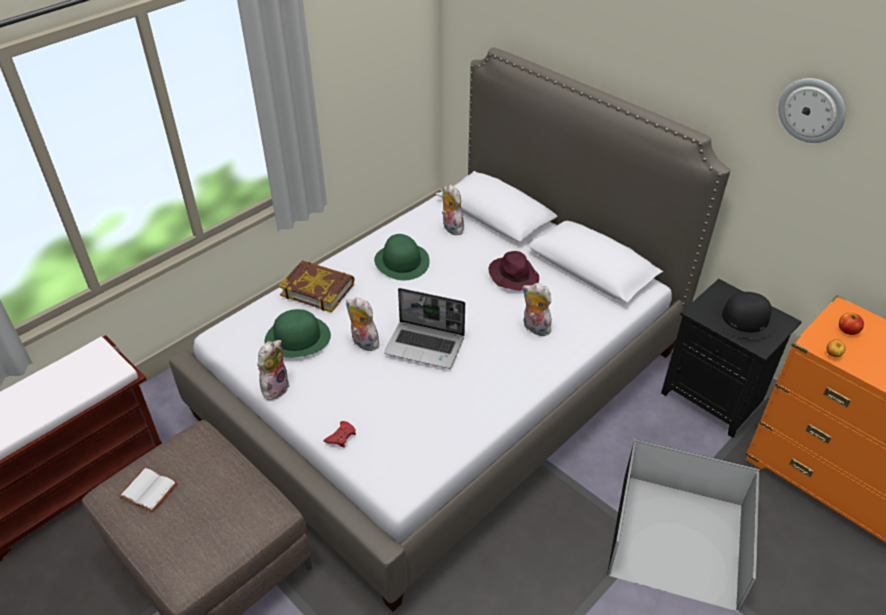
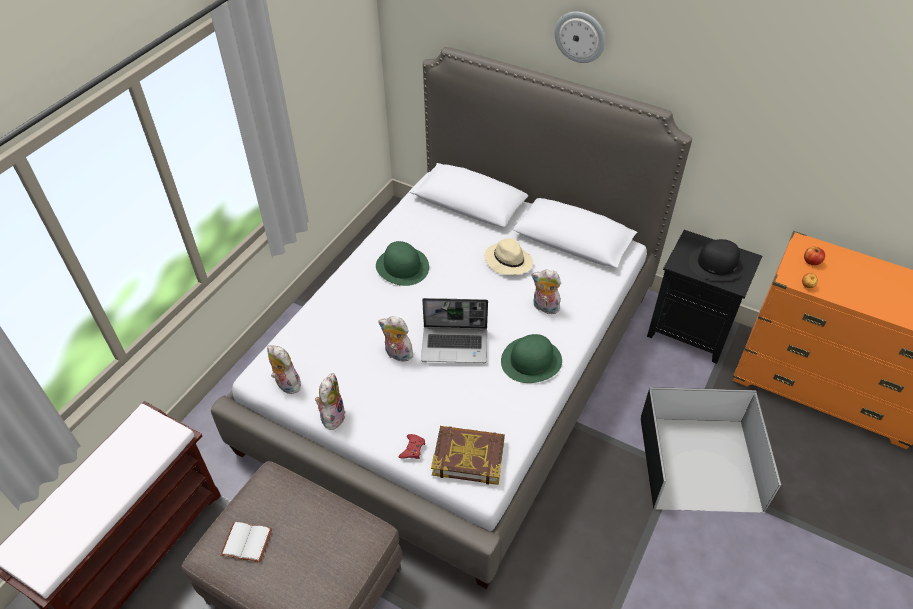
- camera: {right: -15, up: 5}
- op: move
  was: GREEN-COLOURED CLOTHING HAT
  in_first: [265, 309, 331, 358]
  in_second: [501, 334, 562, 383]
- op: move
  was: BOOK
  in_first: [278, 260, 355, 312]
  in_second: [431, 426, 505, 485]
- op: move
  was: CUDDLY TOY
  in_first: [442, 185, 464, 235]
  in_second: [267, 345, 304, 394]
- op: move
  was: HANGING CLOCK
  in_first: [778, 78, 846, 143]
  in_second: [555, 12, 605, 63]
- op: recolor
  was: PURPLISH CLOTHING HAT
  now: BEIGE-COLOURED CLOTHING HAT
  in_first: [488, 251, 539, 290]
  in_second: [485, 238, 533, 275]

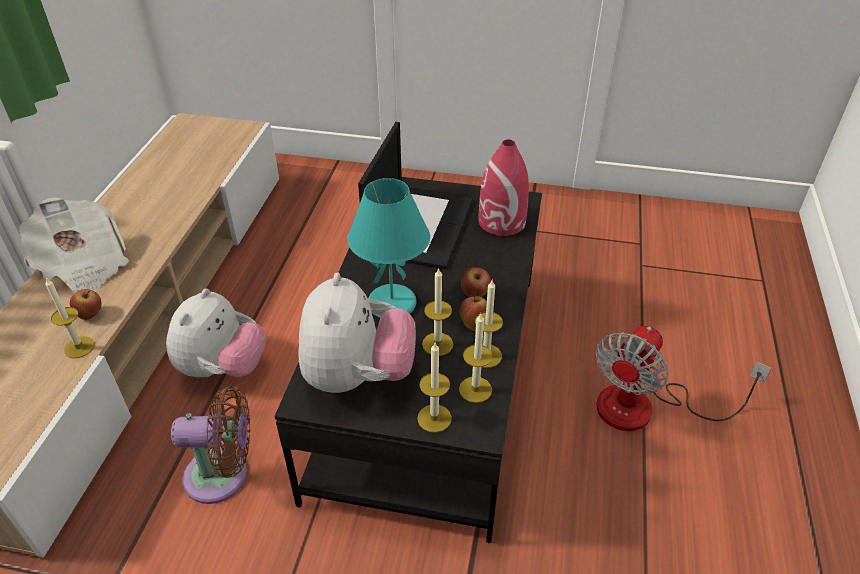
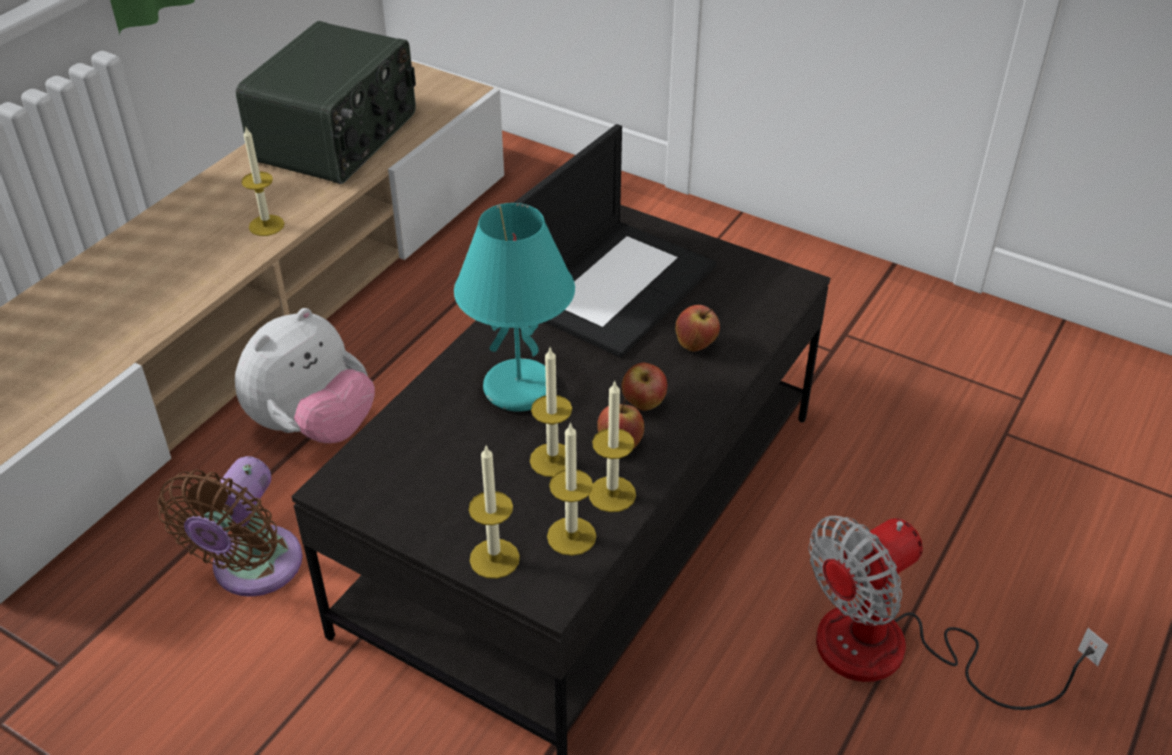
- camera: {right: 20, up: 0}
- op: delete
  was: NEWSPAPER
  in_first: [19, 197, 129, 293]
- op: delete
  was: CUDDLY TOY
  in_first: [299, 273, 416, 393]
- op: delete
  was: REDDISH VASE
  in_first: [479, 140, 529, 236]
- op: insert
  now: RADIO
  in_second: [236, 21, 416, 184]
- op: move
  was: CANDLE
  in_first: [45, 278, 95, 358]
  in_second: [242, 128, 285, 236]
- op: move
  was: APPLE
  in_first: [70, 289, 101, 320]
  in_second: [675, 305, 720, 352]
- op: rotate
  was: BROWNISH FAN
  in_first: [171, 386, 250, 504]
  in_second: [157, 456, 303, 597]
  clockwise: 90

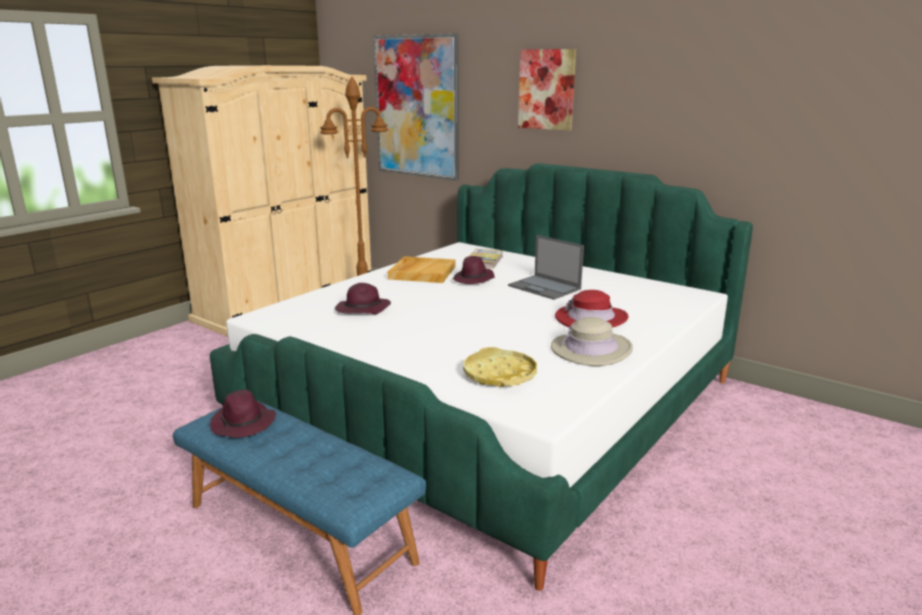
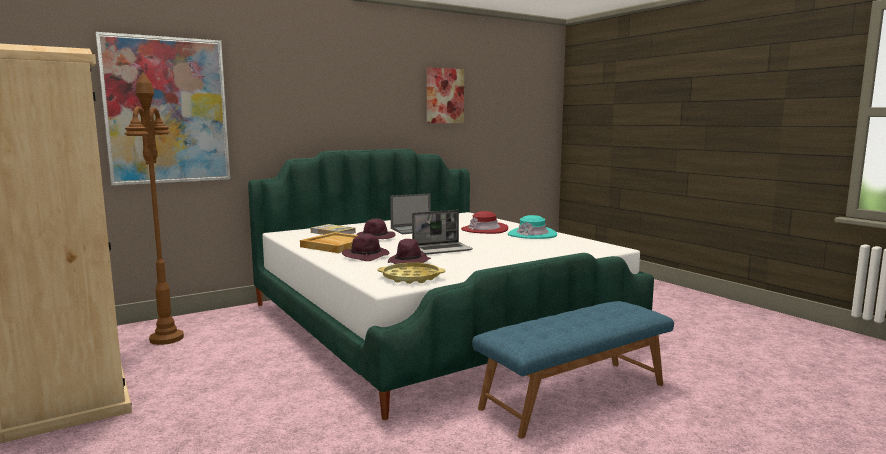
- camera: {right: -70, up: -10}
- op: insert
  now: NOTEBOOK COMPUTER
  in_second: [412, 210, 473, 255]
- op: move
  was: PURPLISH CLOTHING HAT
  in_first: [210, 390, 276, 438]
  in_second: [342, 234, 389, 261]
- op: move
  was: YELLOW TRAY
  in_first: [463, 347, 537, 387]
  in_second: [378, 263, 445, 284]
- op: move
  was: WALL ART
  in_first: [518, 49, 576, 131]
  in_second: [427, 67, 464, 123]
- op: recolor
  was: BEIGE-COLOURED CLOTHING HAT
  now: TURQUOISE CLOTHING HAT
  in_first: [551, 317, 633, 366]
  in_second: [508, 215, 557, 239]

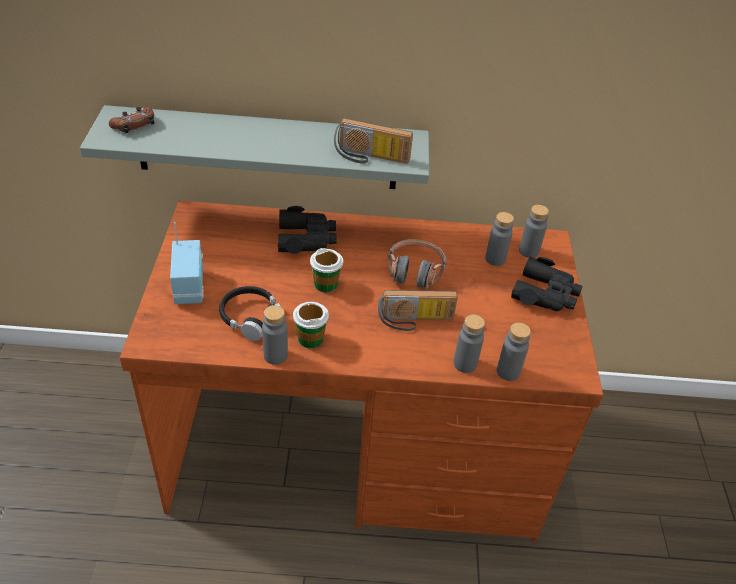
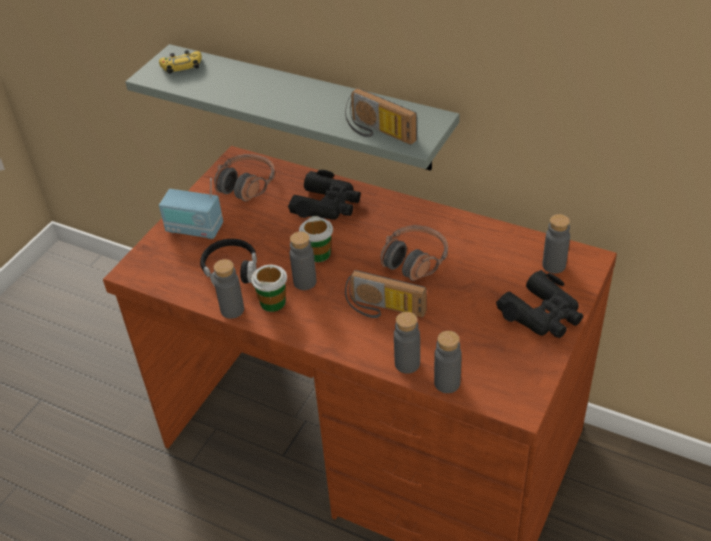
- camera: {right: 30, up: 0}
- op: insert
  now: HEADSET
  in_second: [214, 154, 275, 201]
- op: move
  was: GREY BOTTLE
  in_first: [485, 212, 514, 266]
  in_second: [290, 232, 317, 290]
- op: recolor
  was: BROWNISH GAME CONTROLLER
  now: YELLOW GAME CONTROLLER
  in_first: [109, 107, 155, 133]
  in_second: [159, 50, 202, 74]
- op: rotate
  was: RADIO
  in_first: [170, 222, 204, 304]
  in_second: [159, 178, 223, 239]
  clockwise: 90

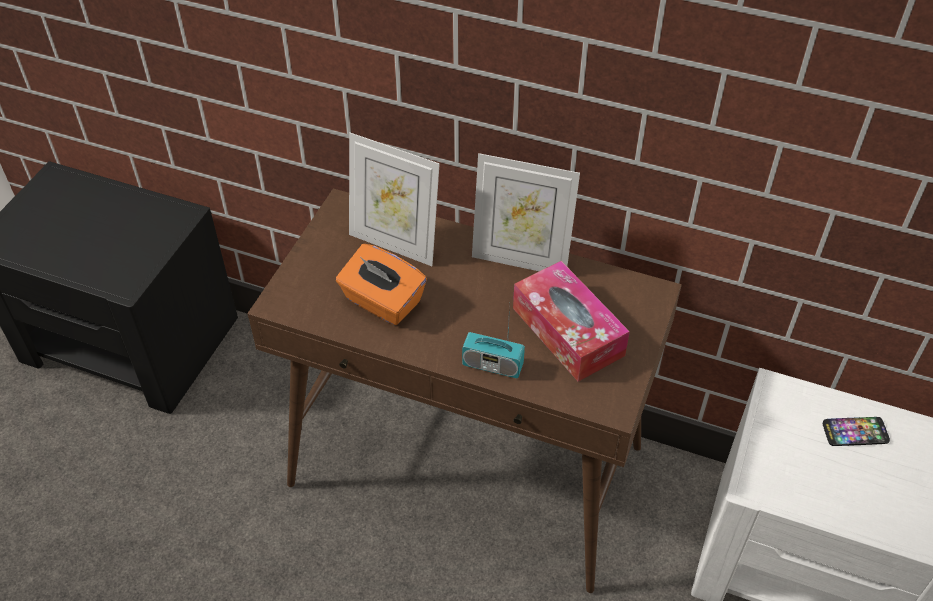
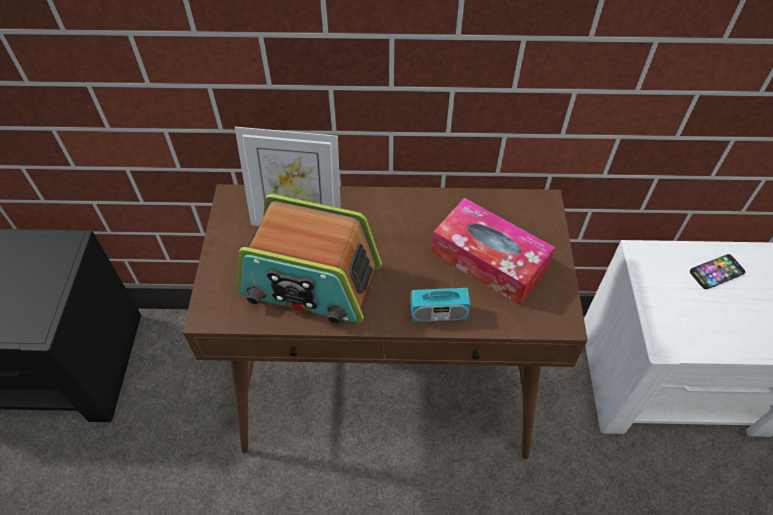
- camera: {right: -20, up: 5}
- op: delete
  was: PICTURE FRAME
  in_first: [472, 153, 580, 271]
- op: replace
  was: ORANGE TISSUE BOX
  now: RADIO
  in_first: [336, 244, 427, 325]
  in_second: [237, 194, 382, 324]

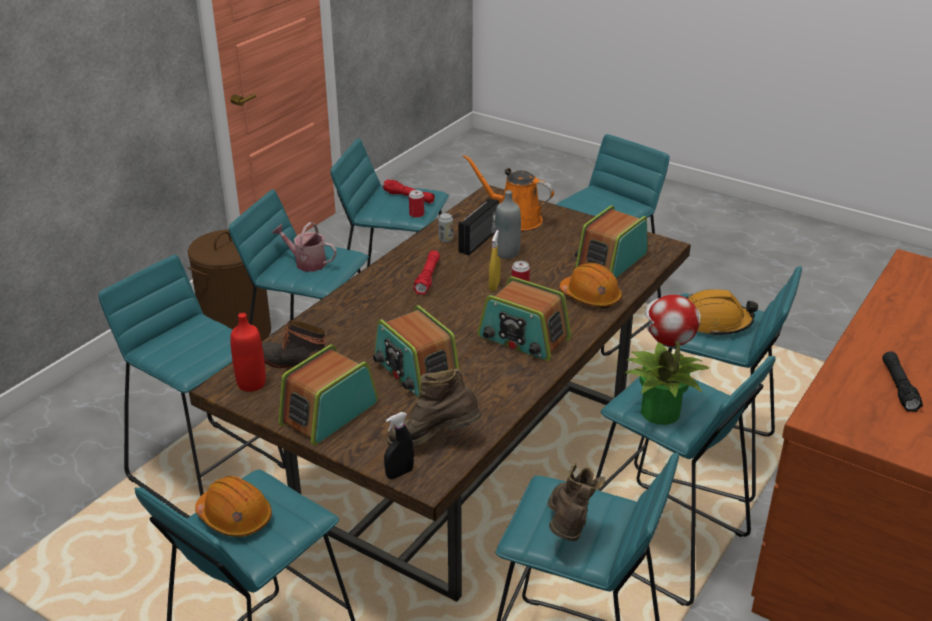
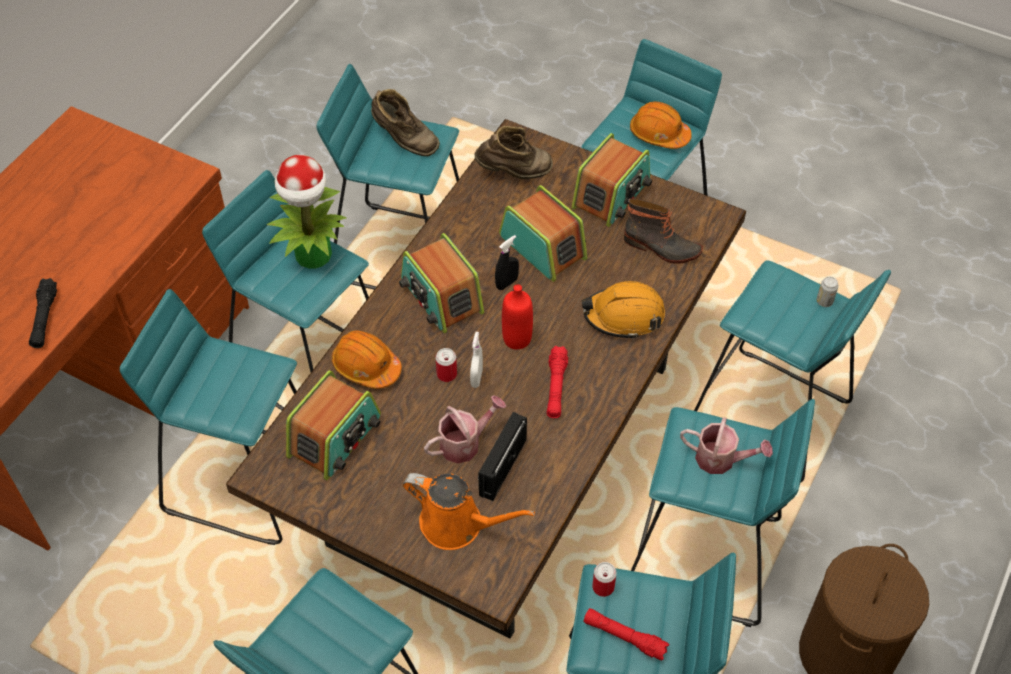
- camera: {right: 175, up: 20}
- op: move
  was: REDDISH BOTTLE
  in_first: [230, 313, 266, 392]
  in_second: [502, 284, 533, 349]
- op: move
  was: BLACKISH SPRAYER
  in_first: [384, 412, 414, 479]
  in_second: [495, 235, 519, 290]
- op: move
  was: SEALED CAN
  in_first: [438, 213, 453, 242]
  in_second: [817, 277, 839, 307]
- op: move
  was: ORANGE WORK HELMET
  in_first: [685, 289, 758, 337]
  in_second: [582, 281, 665, 339]
- op: move
  was: BLACKISH TORCH
  in_first: [882, 351, 923, 412]
  in_second: [29, 278, 57, 348]
- op: replace
  was: GREY BOTTLE
  now: WATERING CAN
  in_first: [494, 190, 521, 259]
  in_second: [424, 395, 507, 464]
- op: recolor
  was: YELLOW SPRAYER
  now: WHITE SPRAYER
  in_first: [489, 230, 501, 291]
  in_second: [470, 332, 483, 388]
- op: rotate
  was: RADIO
  in_first: [477, 276, 571, 361]
  in_second: [399, 233, 484, 333]
  clockwise: -150
- op: rotate
  was: BROWNISH HIGH-TOP BOOT
  in_first: [548, 463, 606, 541]
  in_second: [371, 89, 440, 156]
  clockwise: -60

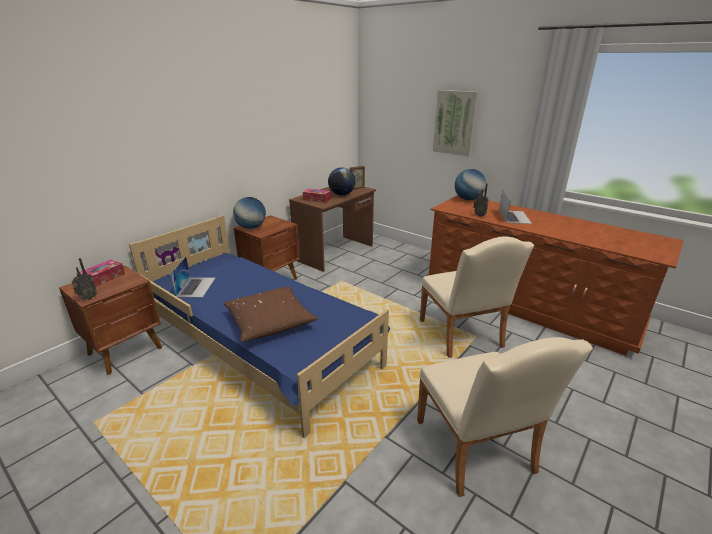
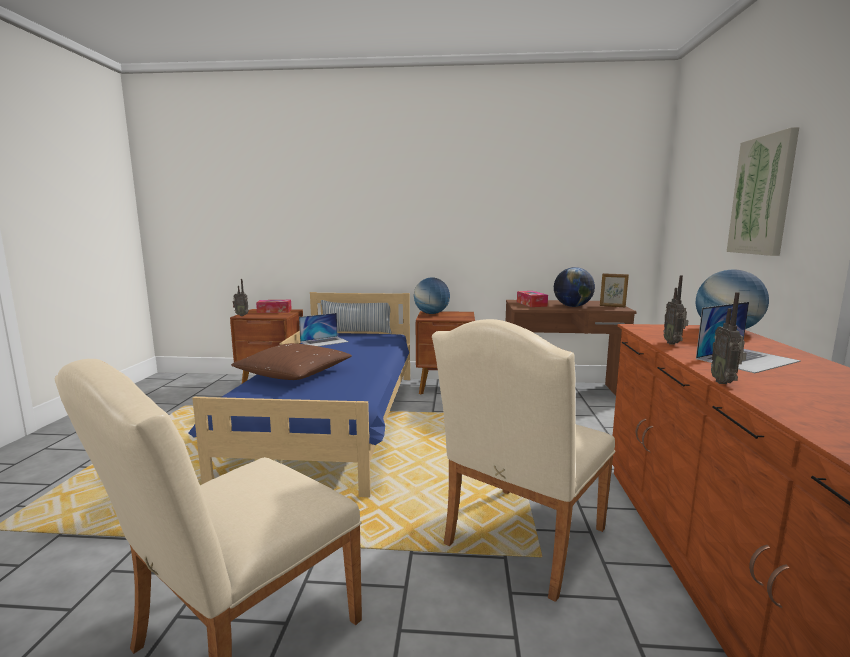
- camera: {right: 55, up: -15}
- op: insert
  now: THROW PILLOW
  in_second: [321, 300, 391, 334]
- op: insert
  now: RADIO
  in_second: [711, 292, 747, 384]

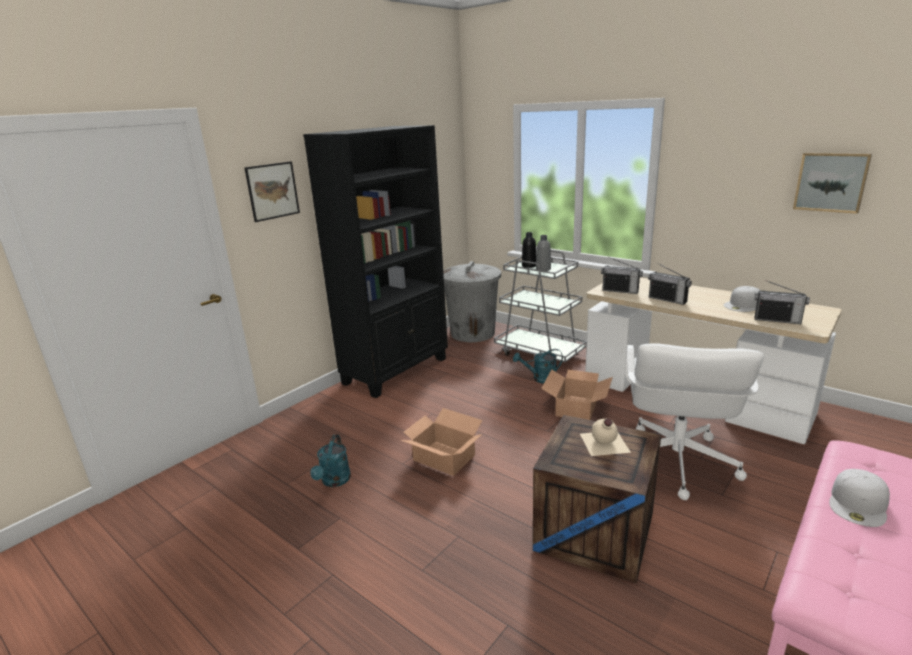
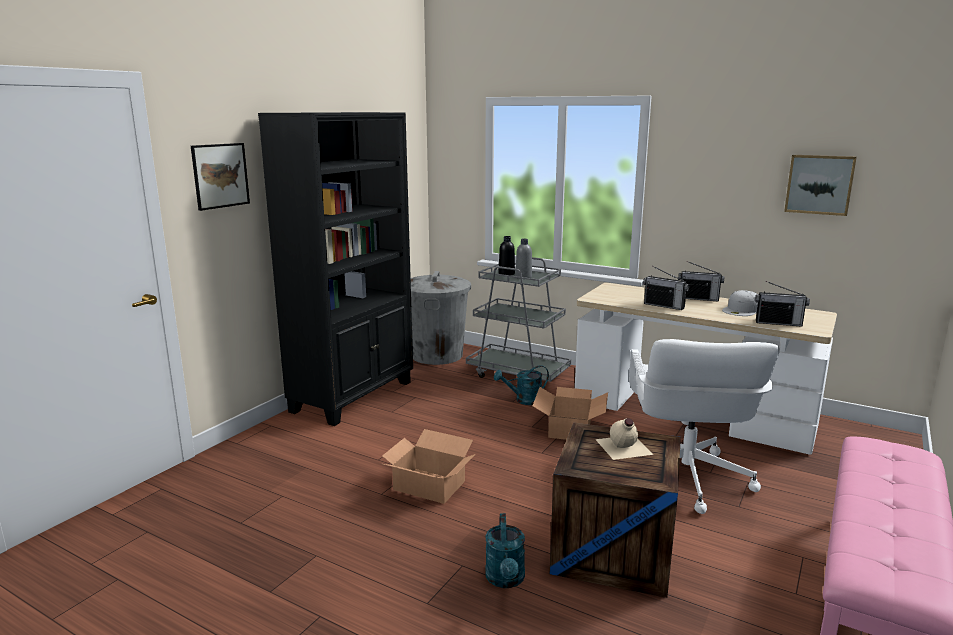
- camera: {right: -10, up: -5}
- op: delete
  was: WHITE CAP
  in_first: [829, 469, 890, 527]
- op: move
  was: TURQUOISE WATERING CAN
  in_first: [310, 435, 351, 487]
  in_second: [485, 513, 525, 588]
- op: move
  was: RADIO
  in_first: [601, 257, 643, 294]
  in_second: [678, 261, 724, 302]

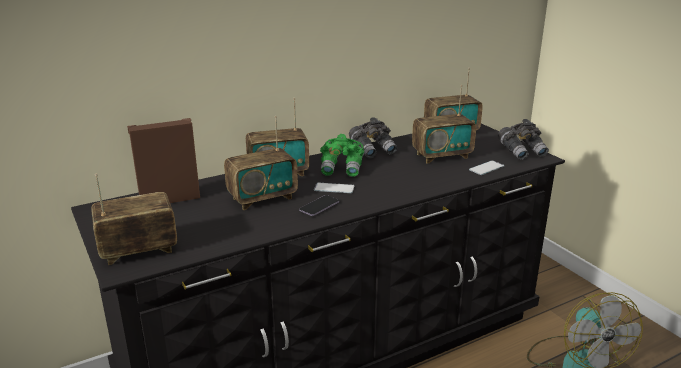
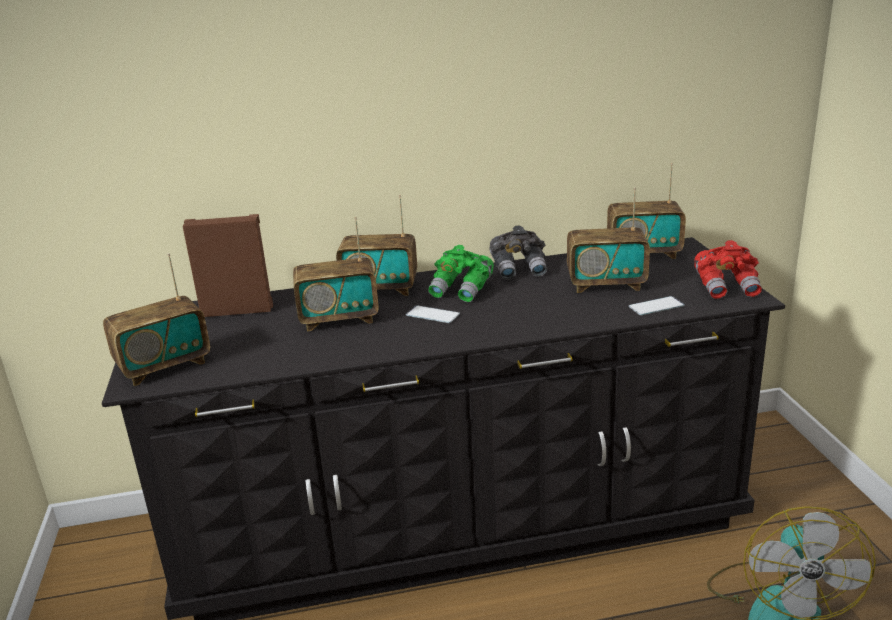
- camera: {right: 20, up: 0}
- op: delete
  was: HANDSET
  in_first: [299, 195, 339, 216]
- op: recolor
  was: GREY PAIR OF BINOCULARS
  now: REDDISH PAIR OF BINOCULARS
  in_first: [498, 119, 549, 160]
  in_second: [694, 240, 762, 299]
- op: rotate
  was: RADIO
  in_first: [91, 174, 177, 265]
  in_second: [103, 253, 210, 386]
  clockwise: 150

